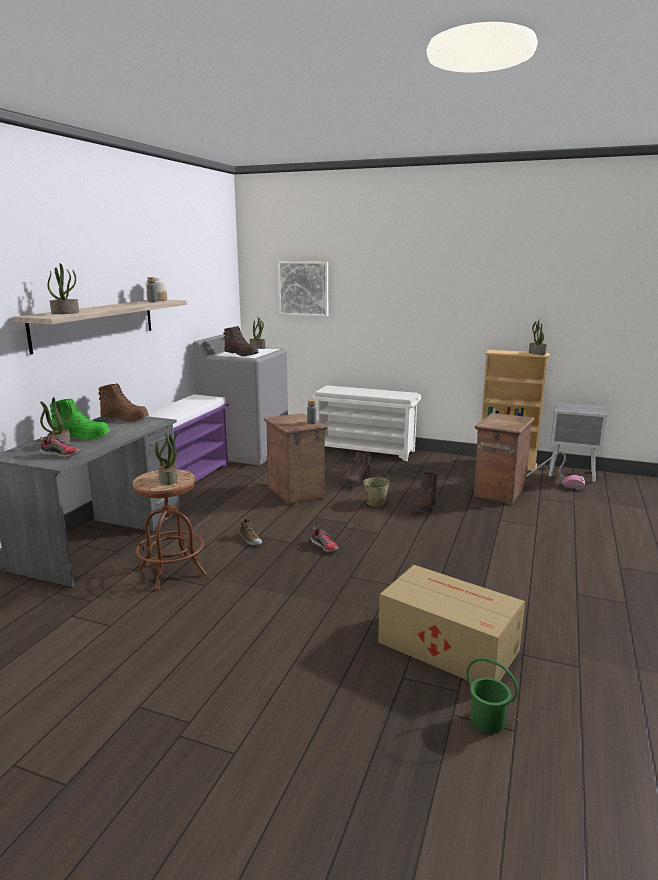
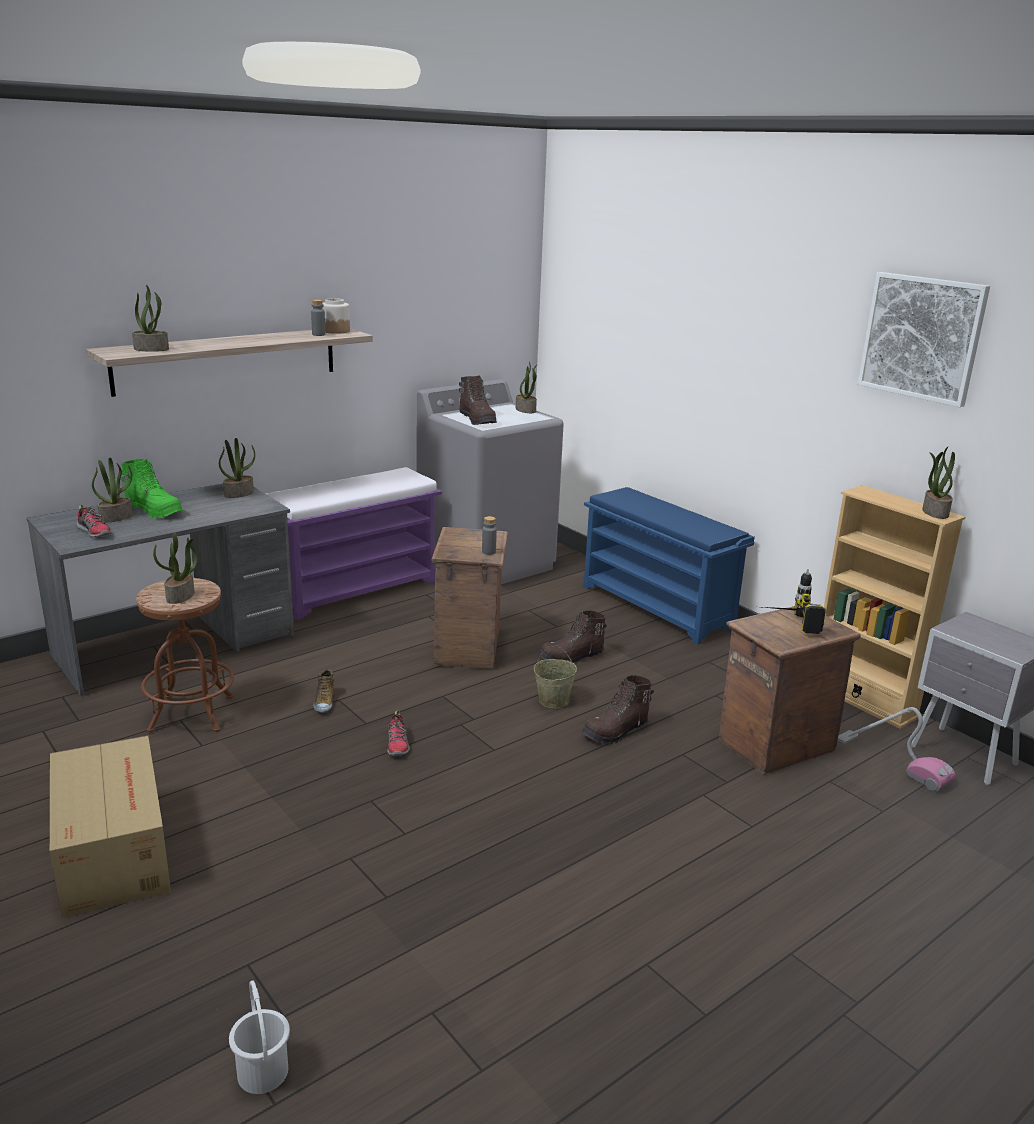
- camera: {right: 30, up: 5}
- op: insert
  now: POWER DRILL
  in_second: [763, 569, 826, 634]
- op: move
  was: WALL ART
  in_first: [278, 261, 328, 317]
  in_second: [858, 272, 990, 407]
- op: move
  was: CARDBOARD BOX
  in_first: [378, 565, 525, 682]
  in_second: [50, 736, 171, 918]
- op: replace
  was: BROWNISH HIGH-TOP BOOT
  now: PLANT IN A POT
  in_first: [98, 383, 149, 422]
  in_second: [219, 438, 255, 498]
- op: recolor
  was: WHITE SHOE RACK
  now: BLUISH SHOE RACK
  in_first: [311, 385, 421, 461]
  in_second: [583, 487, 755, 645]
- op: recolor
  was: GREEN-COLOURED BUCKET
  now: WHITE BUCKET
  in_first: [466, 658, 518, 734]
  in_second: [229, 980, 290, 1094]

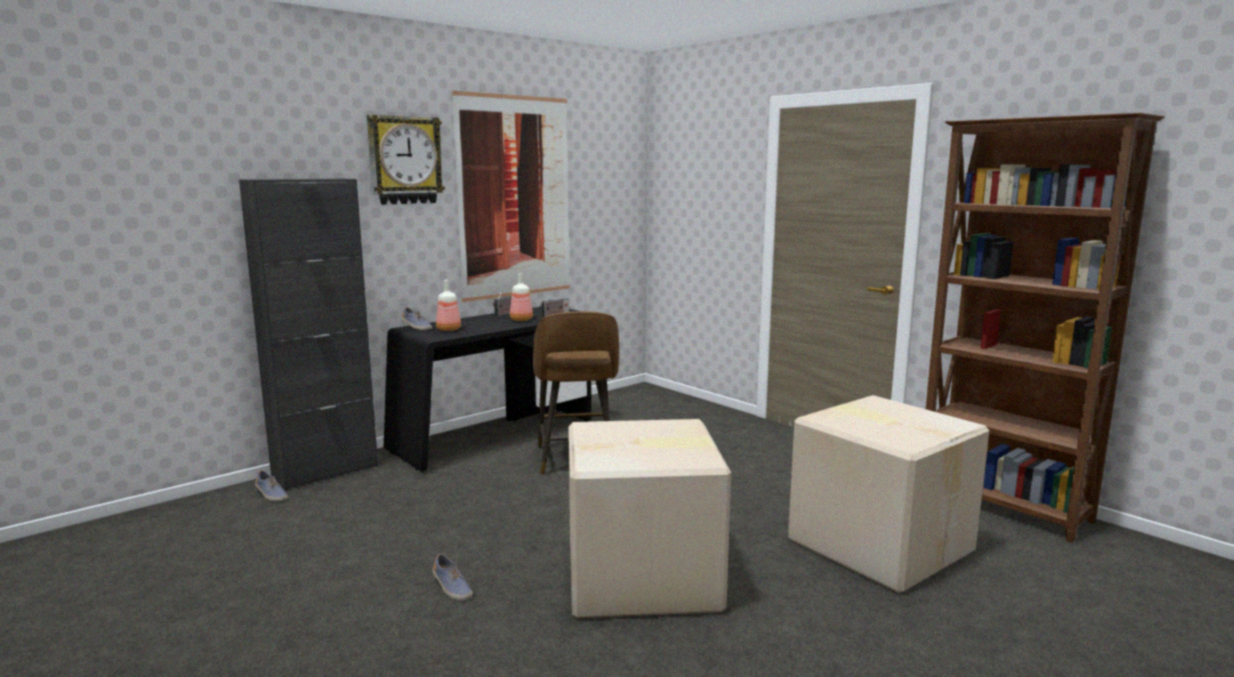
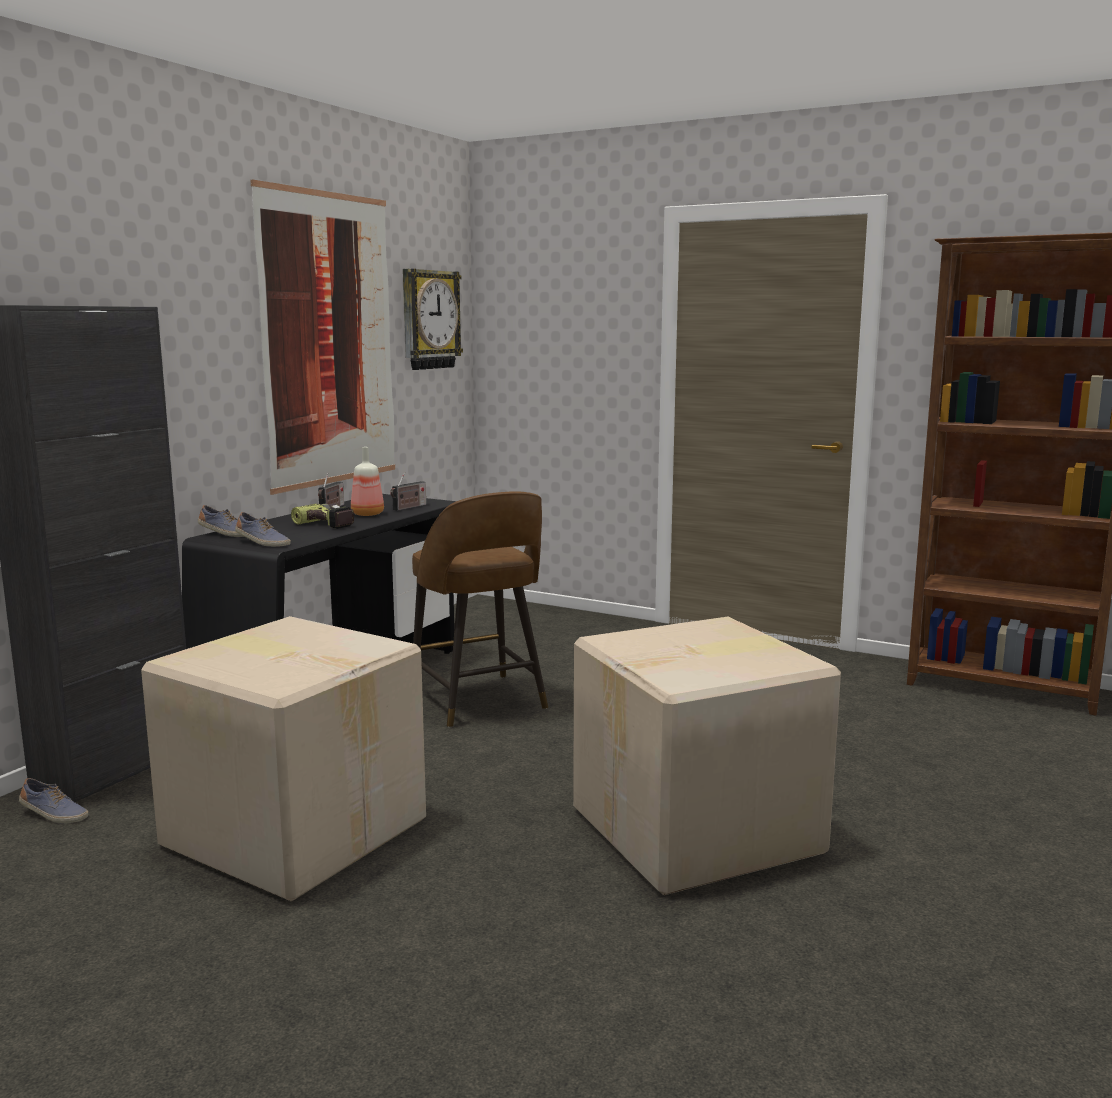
- camera: {right: -20, up: 0}
- op: delete
  was: BOTTLE
  in_first: [436, 280, 461, 331]
- op: insert
  now: POWER DRILL
  in_second: [291, 503, 354, 529]
- op: move
  was: HANGING CLOCK
  in_first: [367, 115, 445, 205]
  in_second: [403, 269, 463, 370]
- op: move
  was: SHOE
  in_first: [432, 554, 473, 601]
  in_second: [235, 512, 291, 547]
- op: move
  was: CARDBOARD BOX
  in_first: [788, 395, 989, 593]
  in_second: [141, 616, 426, 902]

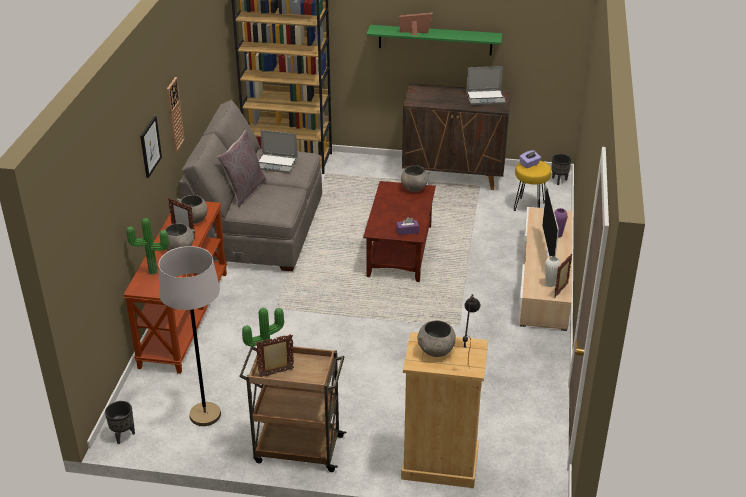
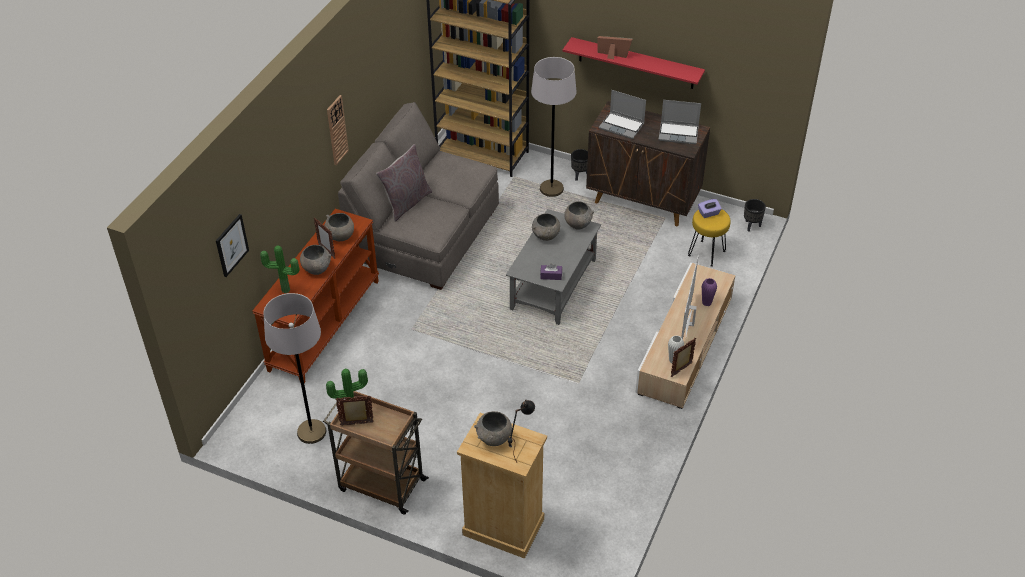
- camera: {right: 15, up: 10}
- op: insert
  now: GREY STANDARD LAMP
  in_second: [531, 57, 577, 197]
- op: insert
  now: GREY BOWL
  in_second: [532, 214, 560, 241]
- op: move
  was: BLACKISH PLANTER
  in_first: [105, 401, 135, 444]
  in_second: [571, 149, 588, 181]
- op: move
  was: WALL ART
  in_first: [140, 116, 162, 178]
  in_second: [216, 214, 249, 277]
- op: move
  was: NOTEBOOK COMPUTER
  in_first: [258, 130, 298, 173]
  in_second: [599, 90, 646, 139]
- op: recolor
  was: BROWNISH COFFEE TABLE
  now: GREY COFFEE TABLE
  in_first: [363, 181, 436, 282]
  in_second: [506, 209, 601, 325]
- op: recolor
  was: GREEN-COLOURED SHELF
  now: REDDISH SHELF
  in_first: [367, 25, 502, 56]
  in_second: [563, 37, 705, 89]

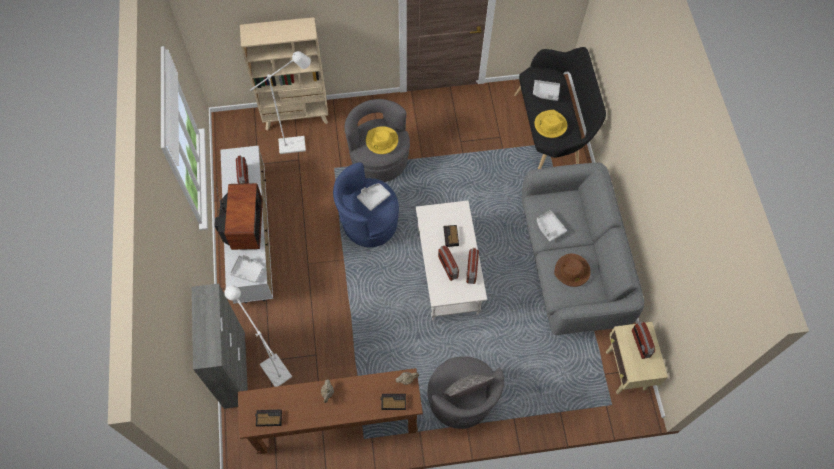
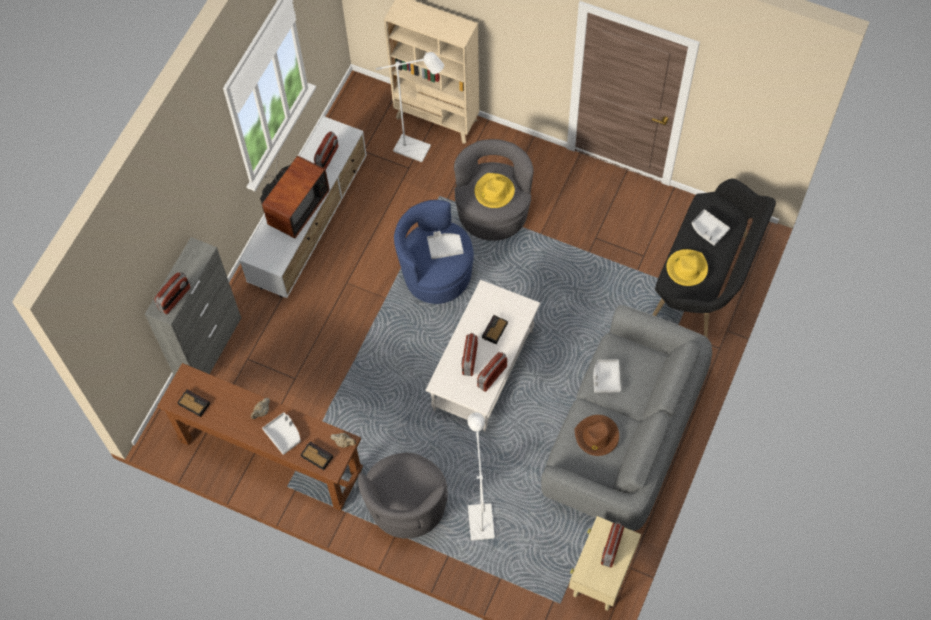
- camera: {right: 35, up: 0}
- op: delete
  was: THROW PILLOW
  in_first: [441, 374, 494, 397]
- op: insert
  now: RADIO
  in_second: [154, 272, 190, 314]
- op: move
  was: WHITE STANDARD LAMP
  in_first: [224, 285, 292, 387]
  in_second: [467, 412, 495, 541]
- op: move
  was: GREY TRAY
  in_first: [230, 254, 263, 283]
  in_second: [262, 412, 301, 455]

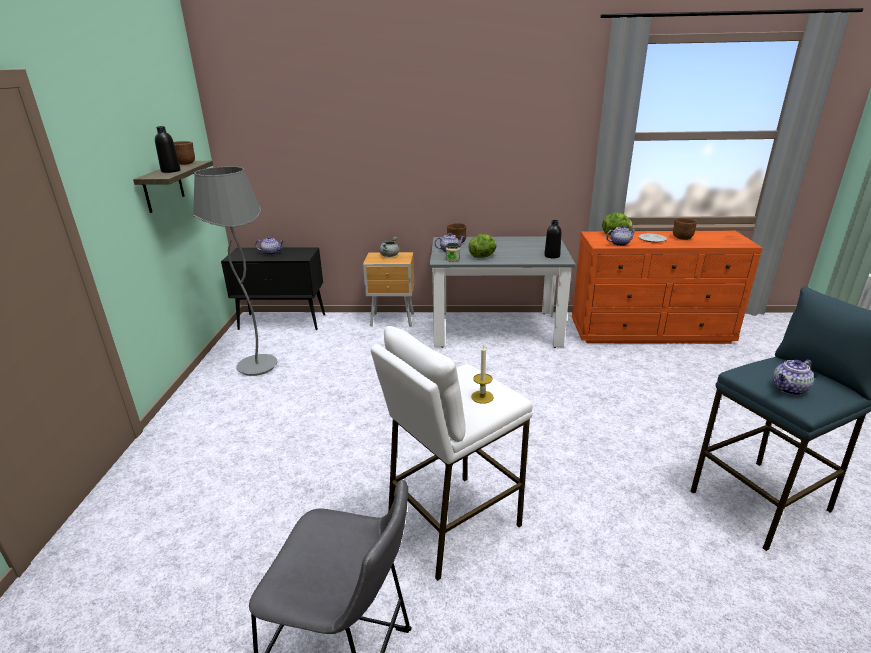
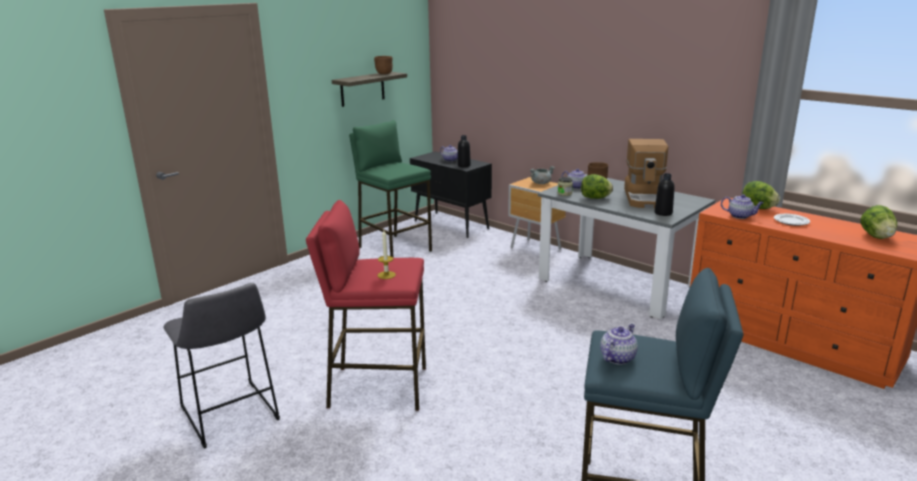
- camera: {right: 40, up: -5}
- op: delete
  was: BROWNISH BOWL
  in_first: [673, 218, 697, 240]
- op: insert
  now: COFFEE BREWER
  in_second: [624, 139, 668, 208]
- op: insert
  now: LETTUCE
  in_second: [860, 205, 897, 239]
- op: move
  was: BLACKISH BOTTLE
  in_first: [155, 126, 180, 173]
  in_second: [458, 135, 471, 167]
- op: replace
  was: GREY STANDARD LAMP
  now: GREEN-COLOURED SITTING STOOL
  in_first: [193, 166, 278, 376]
  in_second: [349, 120, 432, 258]
- op: recolor
  was: WHITE SITTING STOOL
  now: REDDISH SITTING STOOL
  in_first: [371, 326, 533, 581]
  in_second: [306, 200, 426, 411]
- op: rotate
  was: POT FOR TEA
  in_first: [773, 360, 814, 395]
  in_second: [600, 324, 638, 365]
  clockwise: 120

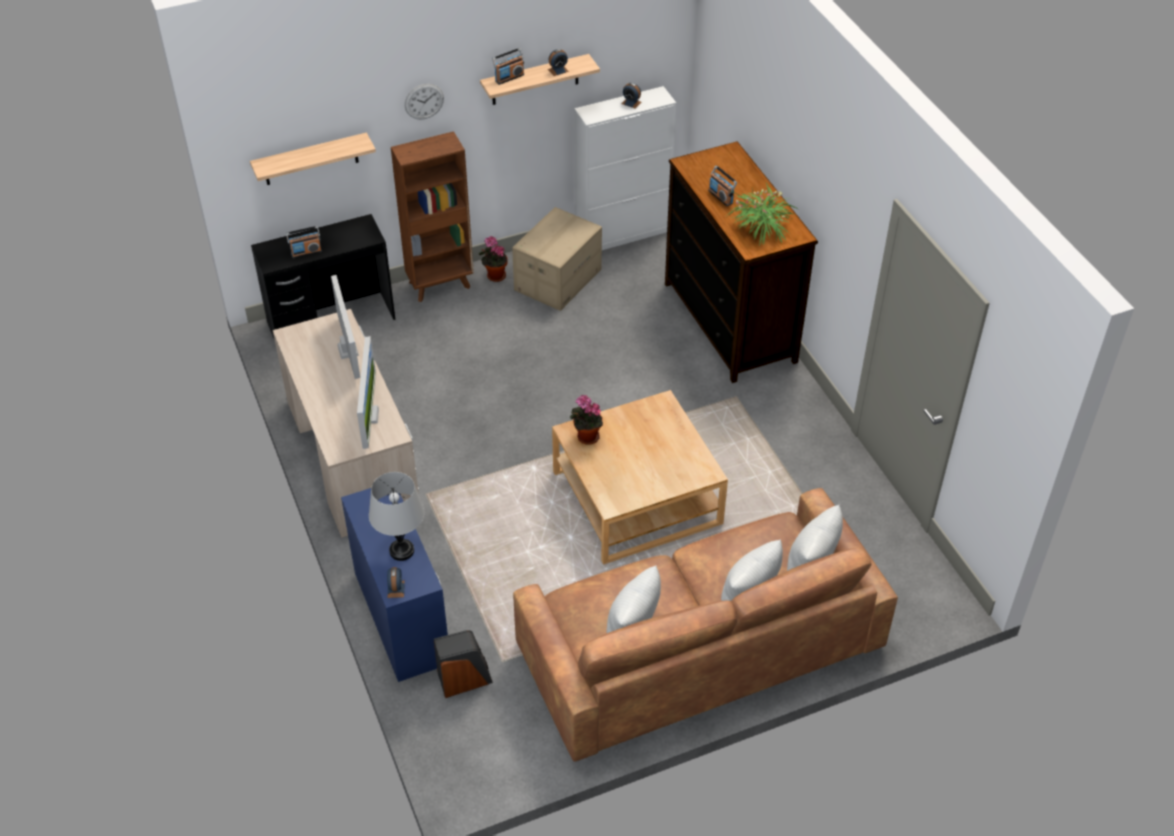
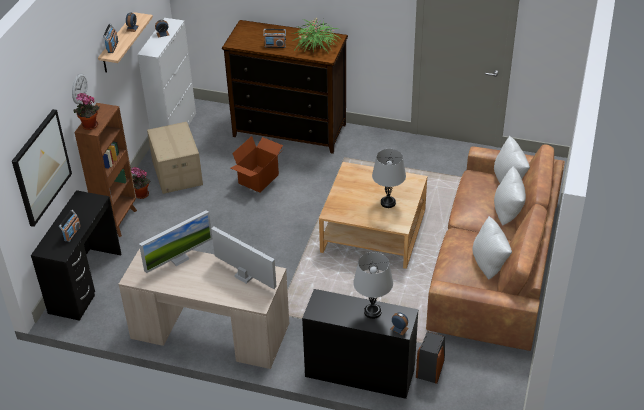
- camera: {right: -50, up: -5}
- op: insert
  now: CARDBOARD BOX
  in_second: [231, 136, 283, 193]
- op: insert
  now: GREY TABLETOP LAMP
  in_second: [372, 149, 406, 208]
- op: move
  was: PLANT IN A POT
  in_first: [570, 395, 603, 445]
  in_second: [73, 93, 100, 130]
- op: replace
  was: SHELF
  now: WALL ART
  in_first: [250, 132, 376, 185]
  in_second: [12, 109, 72, 227]
- op: recolor
  was: BLUISH DESK UNIT
  now: BLACKISH DESK UNIT
  in_first: [341, 488, 448, 682]
  in_second: [302, 289, 418, 399]
- op: rotate
  was: COMPUTER SCREEN
  in_first: [331, 275, 360, 379]
  in_second: [139, 210, 212, 273]
  clockwise: 120

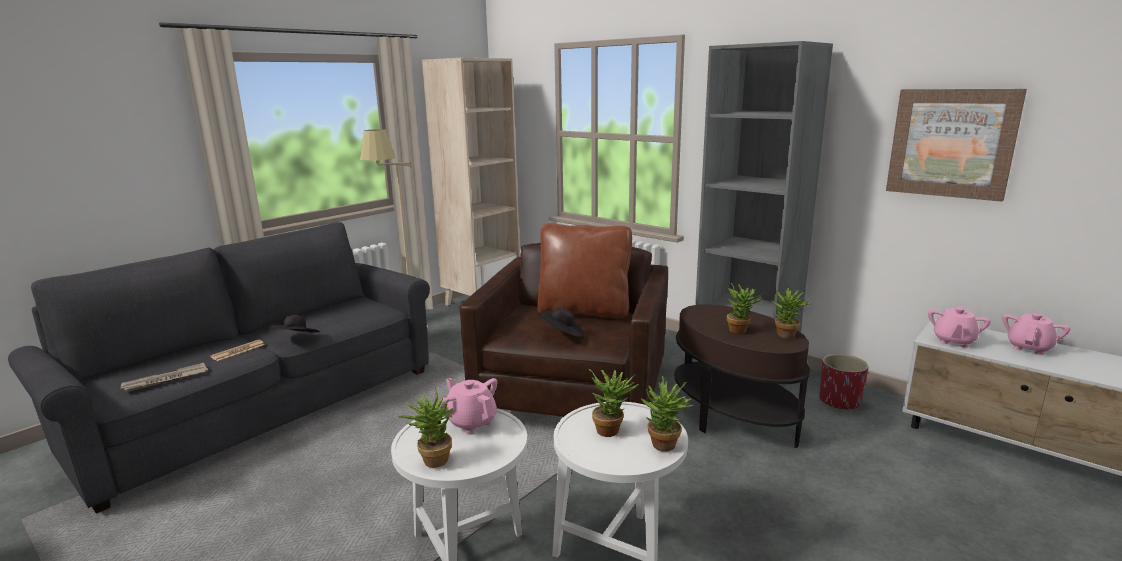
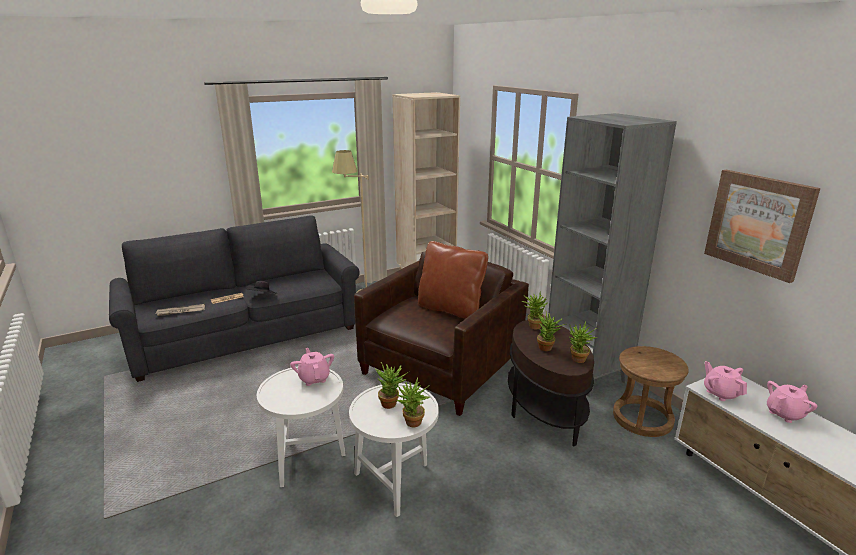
- camera: {right: 20, up: 5}
- op: delete
  was: BLACKISH CLOTHING HAT
  in_first: [538, 307, 584, 338]
- op: move
  was: PLANT IN A POT
  in_first: [397, 386, 454, 468]
  in_second: [521, 293, 547, 329]
- op: replace
  was: REDDISH PLANTER
  now: BROWNISH SITTING STOOL
  in_first: [819, 354, 868, 411]
  in_second: [613, 346, 689, 437]
- op: rotate
  was: PINK POT FOR TEA
  in_first: [928, 306, 991, 348]
  in_second: [704, 361, 747, 401]
  clockwise: 105

